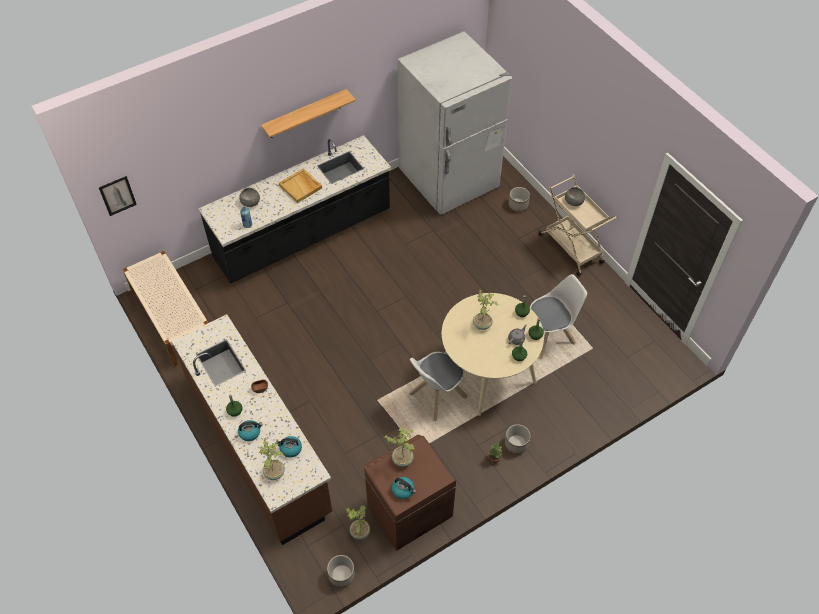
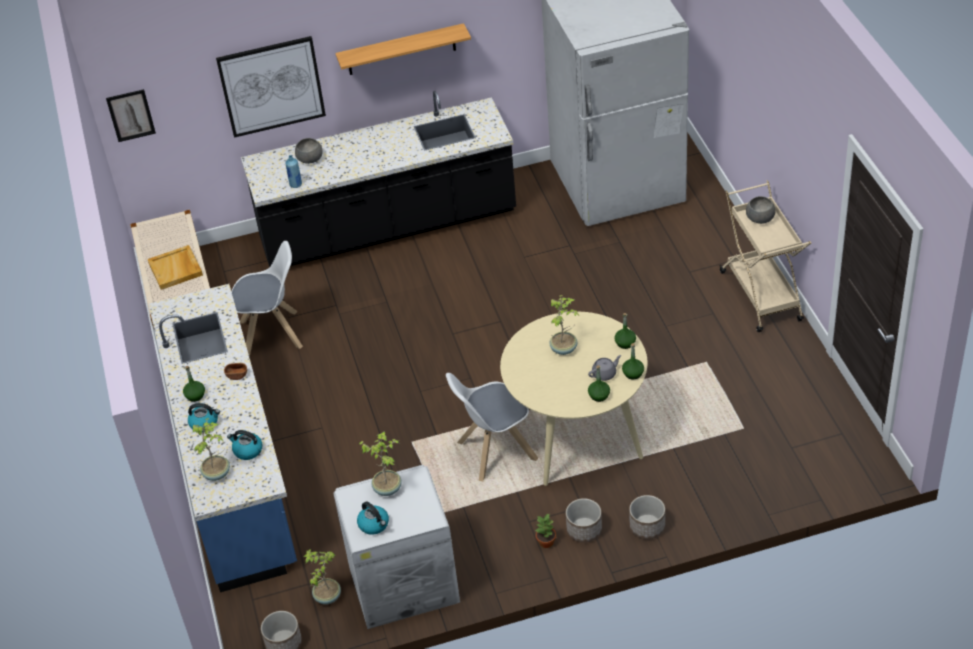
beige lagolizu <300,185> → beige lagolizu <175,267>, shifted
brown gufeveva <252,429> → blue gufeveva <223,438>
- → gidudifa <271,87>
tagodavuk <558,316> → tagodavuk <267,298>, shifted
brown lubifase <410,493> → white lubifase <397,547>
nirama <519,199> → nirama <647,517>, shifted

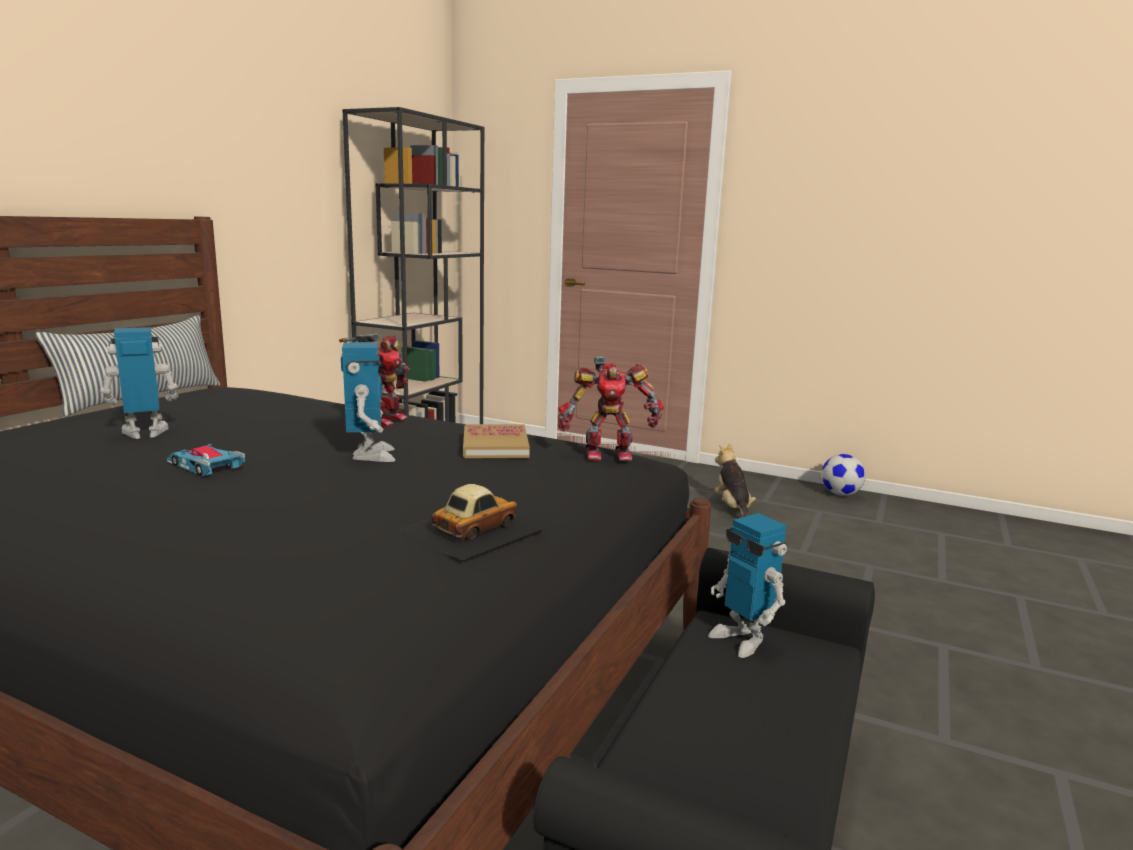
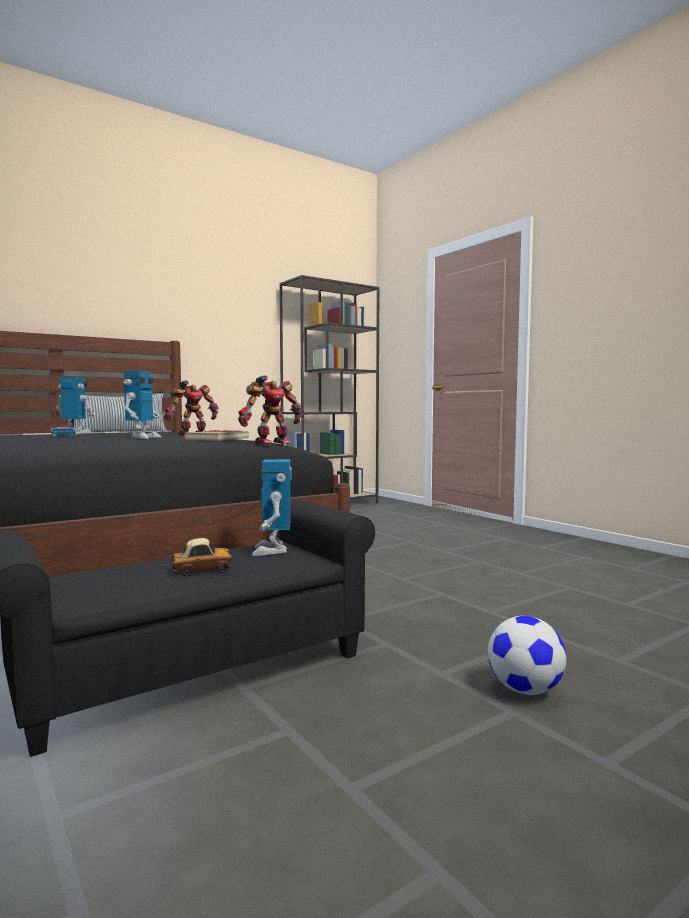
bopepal <474,522> → bopepal <204,561>, shifted
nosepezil <611,409> → nosepezil <270,409>, 60 degrees counterclockwise
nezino <843,475> → nezino <527,655>, shifted
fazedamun <735,480> → -

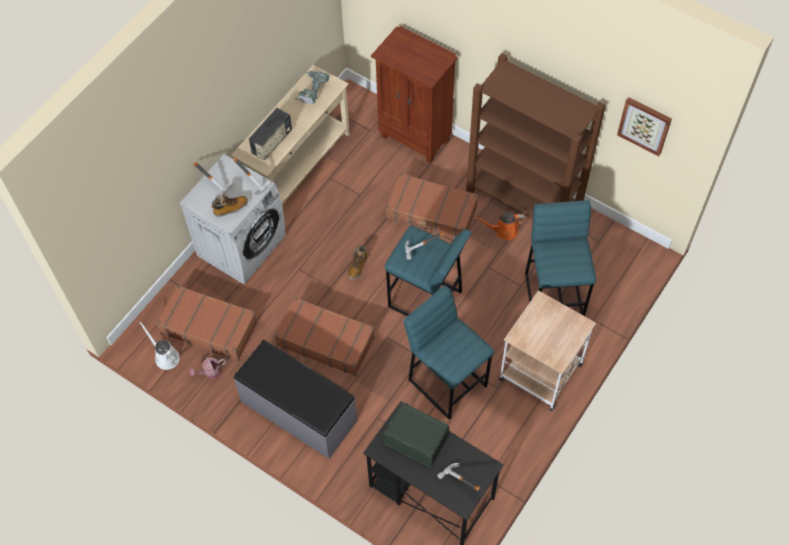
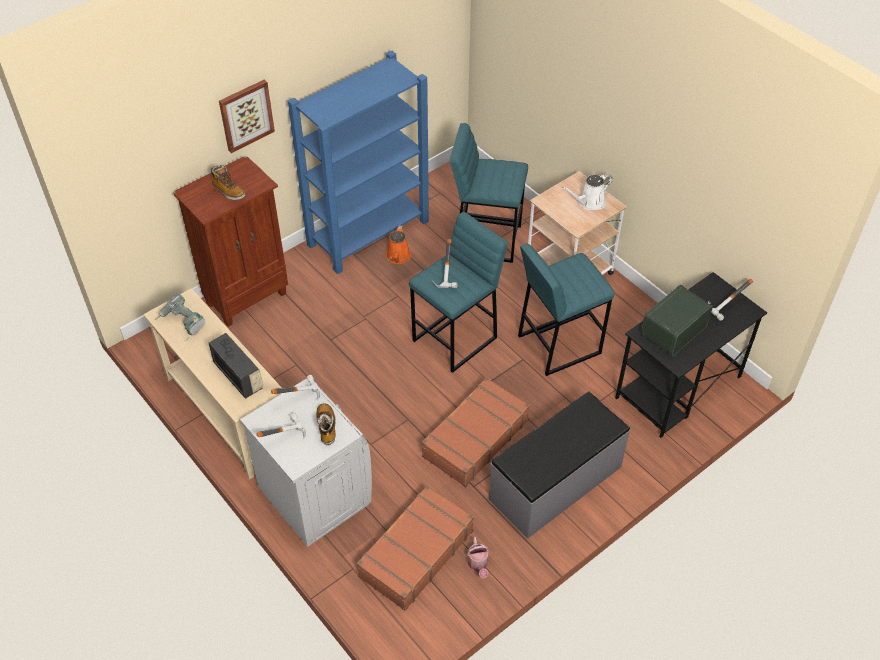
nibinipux <357,262> → nibinipux <228,182>, shifted
gidudifa <644,126> → gidudifa <247,116>, shifted
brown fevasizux <536,136> → blue fevasizux <358,162>
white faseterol <159,346> → white faseterol <587,192>, shifted
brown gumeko <431,206> → -

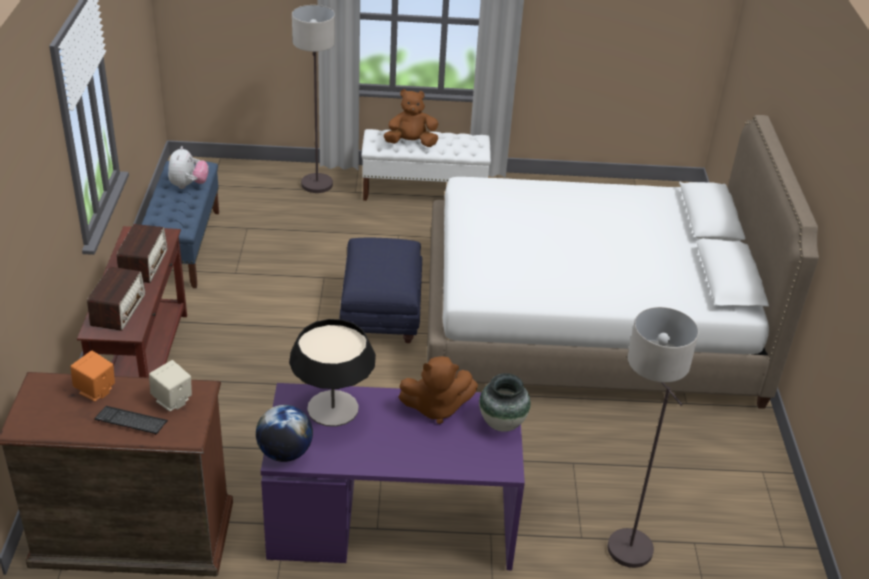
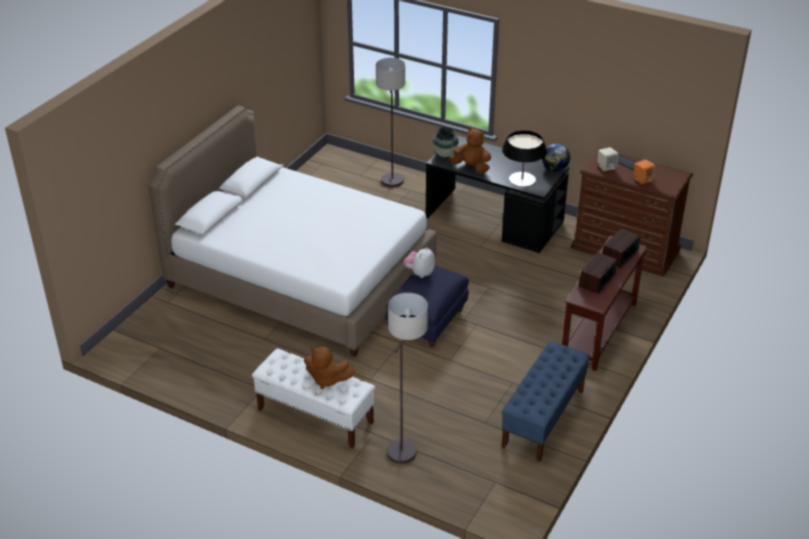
fazedamun <188,167> → fazedamun <419,262>, shifted
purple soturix <393,476> → black soturix <498,194>

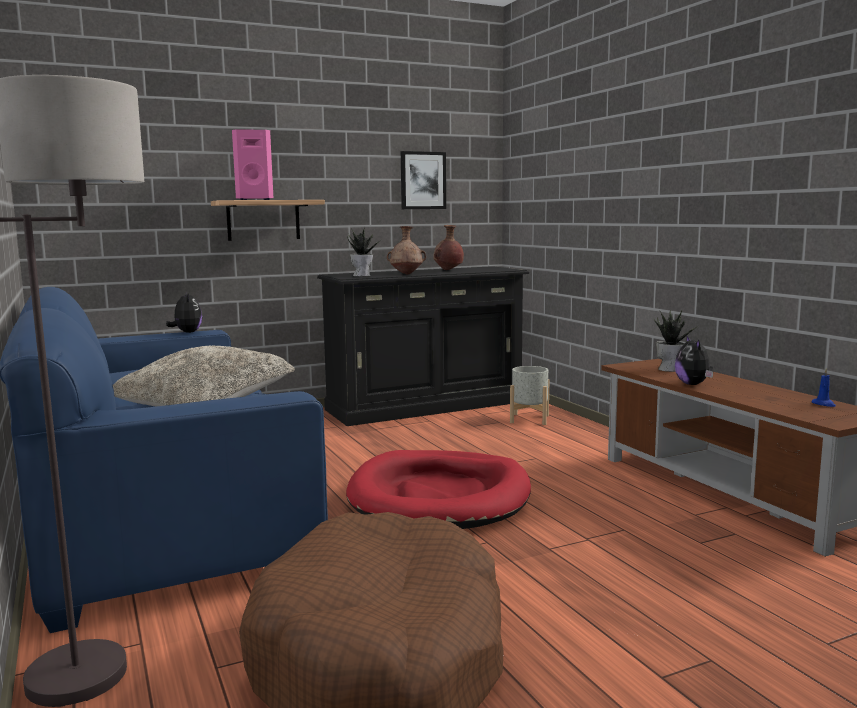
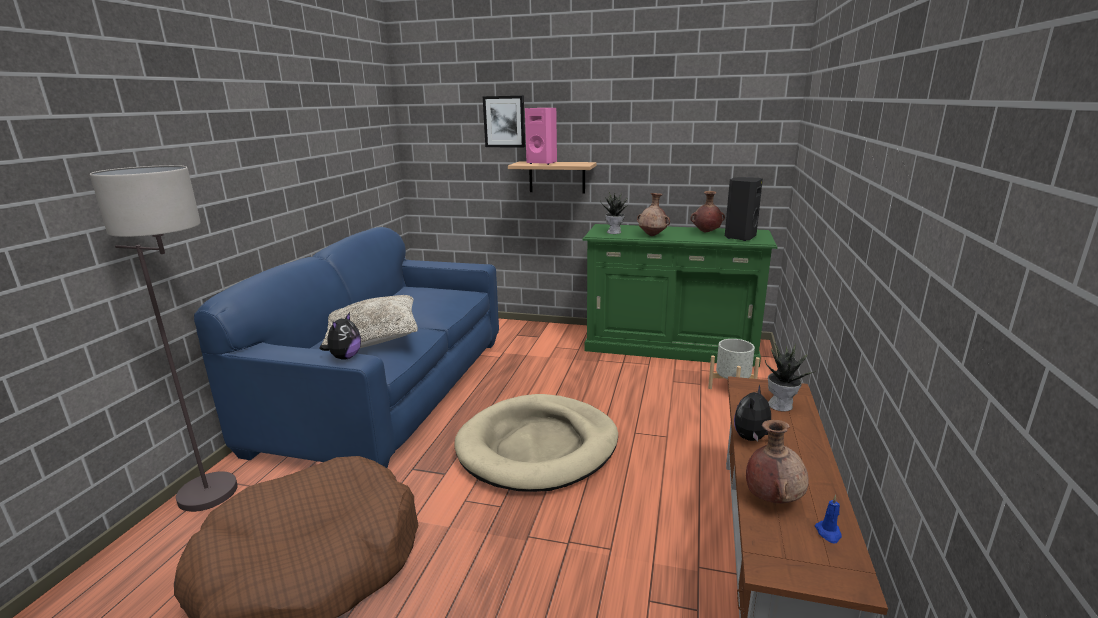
fazedamun <184,312> → fazedamun <340,336>, shifted
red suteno <438,489> → beige suteno <536,443>
gidudifa <423,180> → gidudifa <504,121>, shifted
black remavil <423,346> → green remavil <680,295>
- → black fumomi <744,209>
- → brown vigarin <777,462>

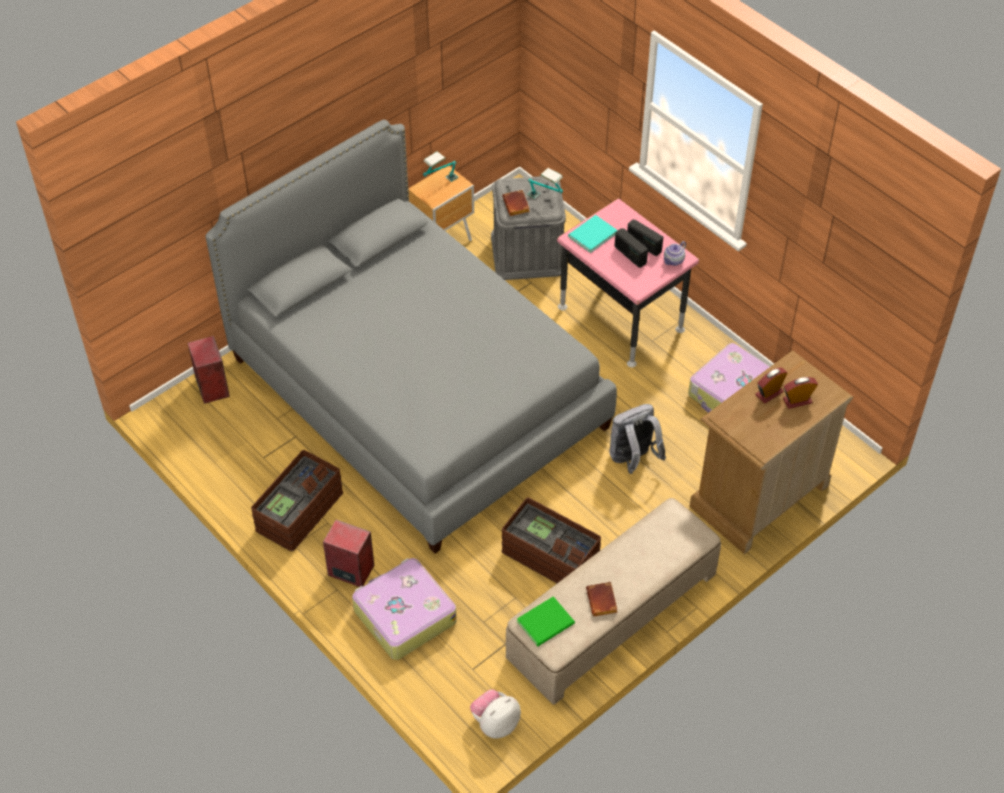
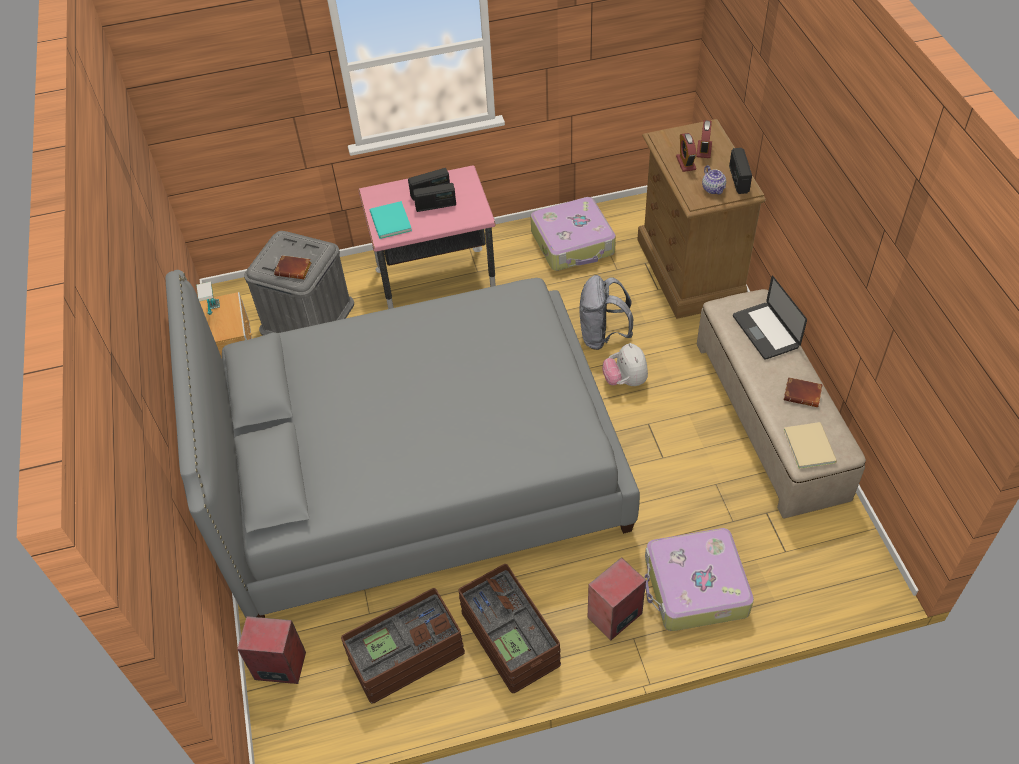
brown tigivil <551,540> → brown tigivil <403,646>, shifted
fazedamun <495,714> → fazedamun <625,364>, shifted
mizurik <675,253> → mizurik <714,179>, shifted
- → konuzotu <740,171>
- → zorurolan <770,318>
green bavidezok <546,621> → beige bavidezok <810,445>
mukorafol <545,183> → -

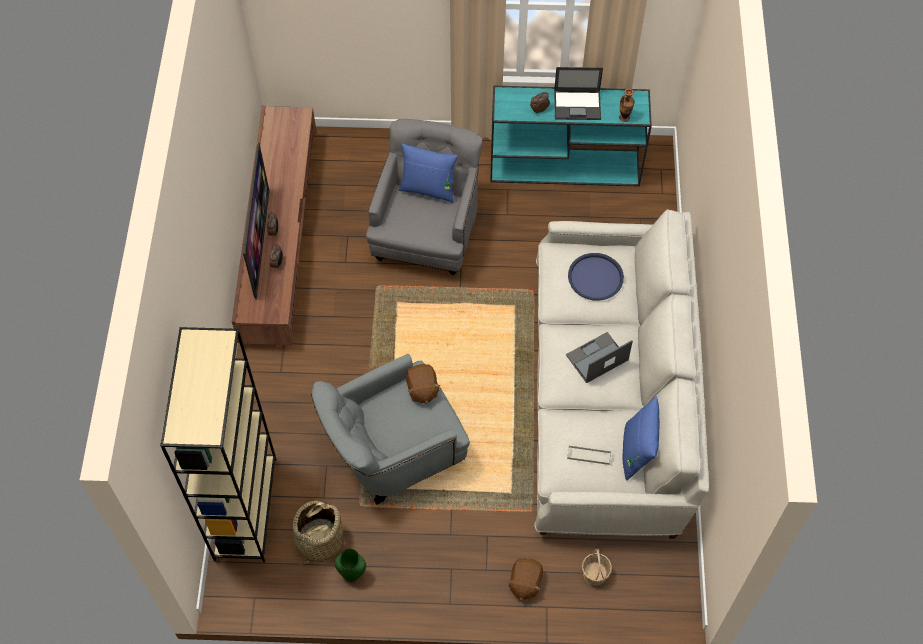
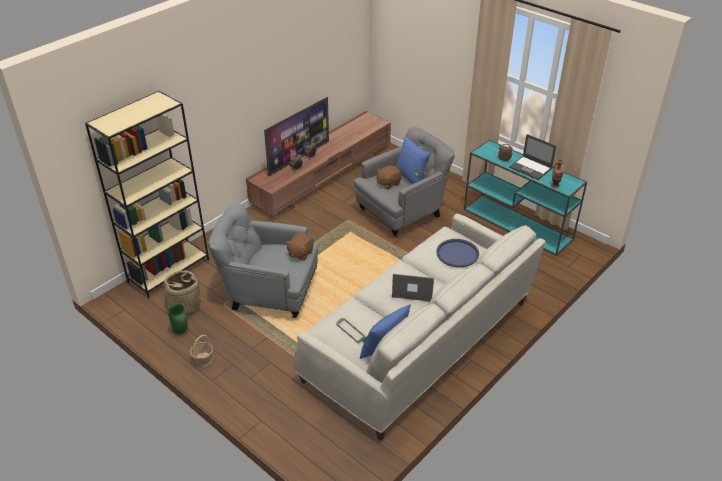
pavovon <597,567> → pavovon <201,351>, shifted
brown fazedamun <525,579> → brown fazedamun <389,177>, shifted

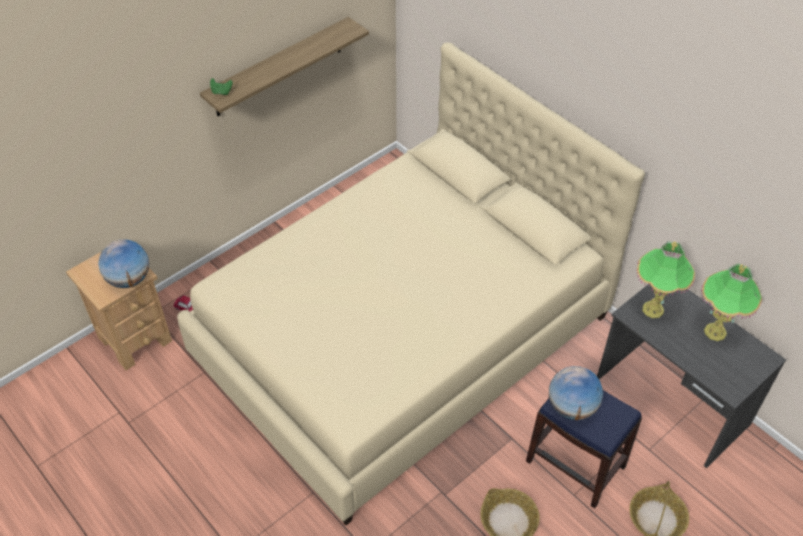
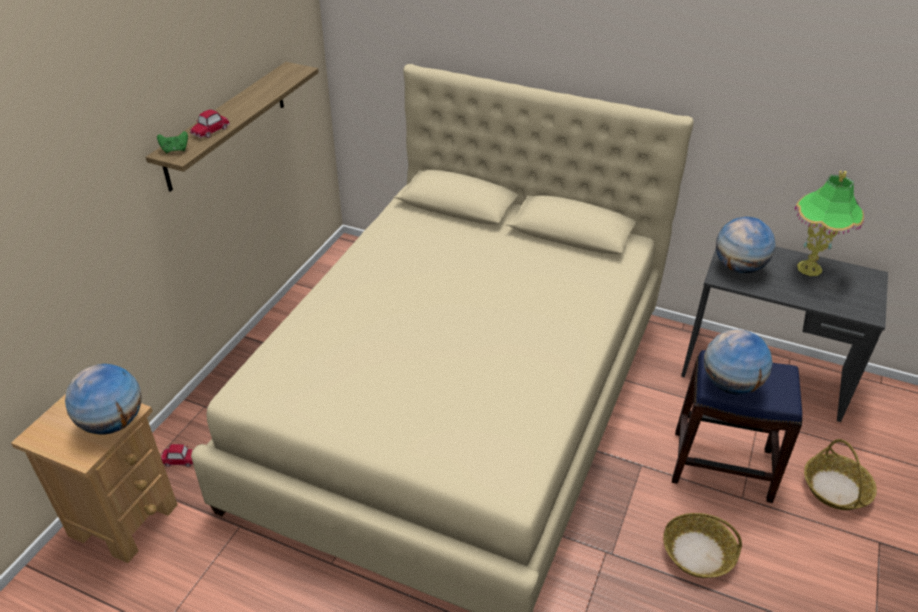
- → bopepal <210,124>
mukorafol <665,279> → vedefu <745,245>

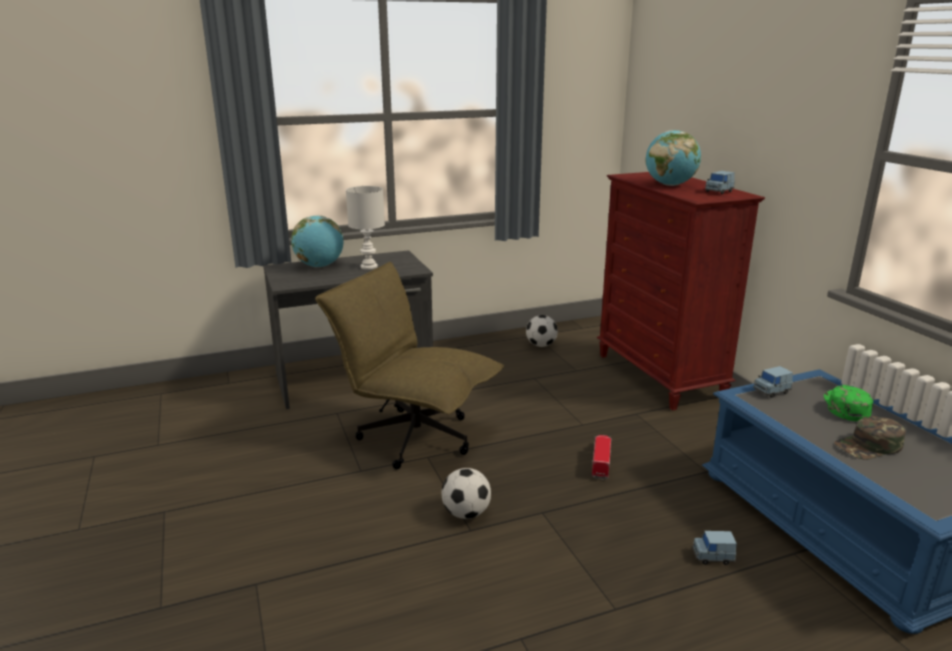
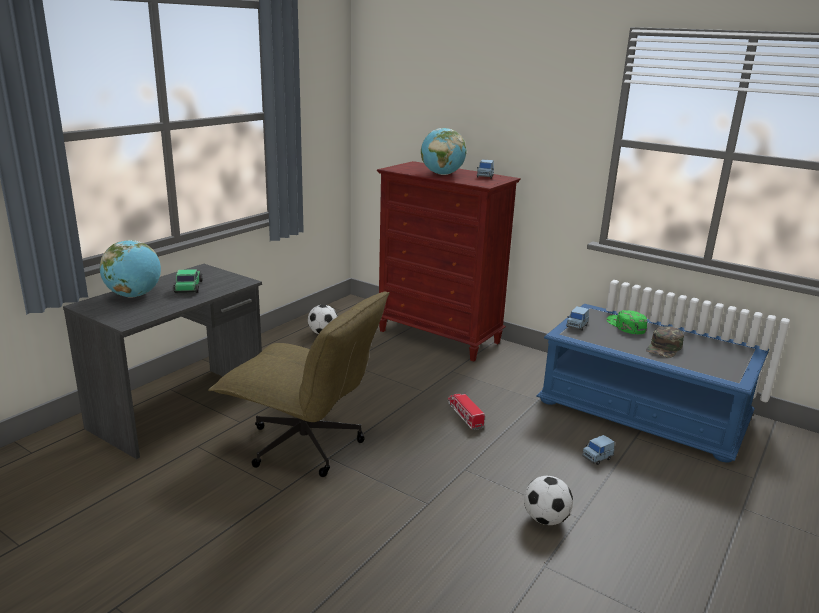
white mukorafol <365,228> → bopepal <187,281>
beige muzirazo <409,365> → beige muzirazo <299,384>, 150 degrees counterclockwise
nezino <466,493> → nezino <548,500>, shifted

